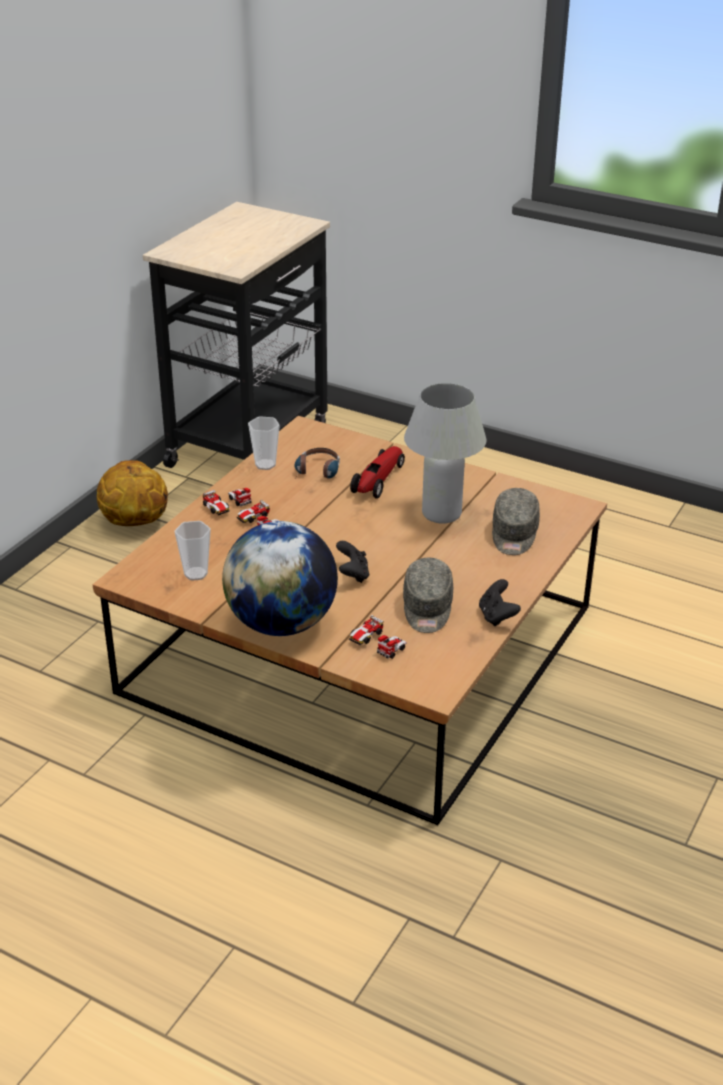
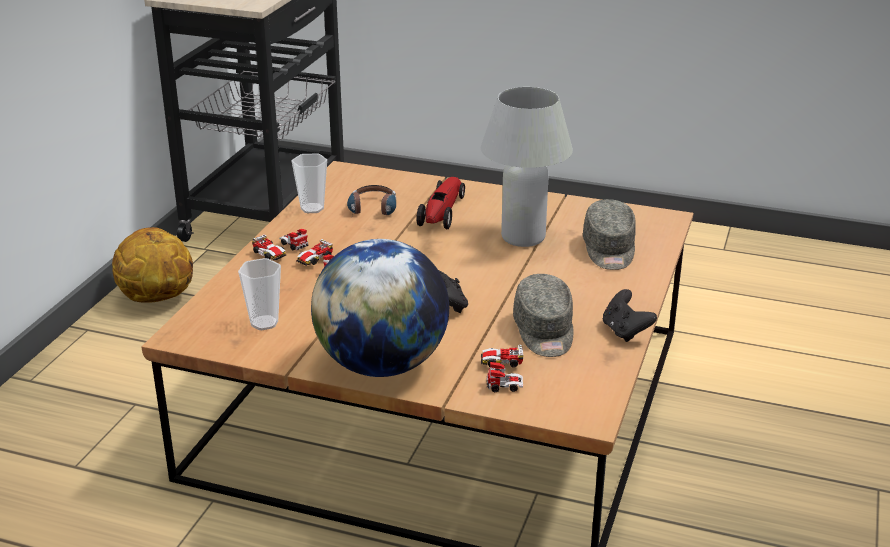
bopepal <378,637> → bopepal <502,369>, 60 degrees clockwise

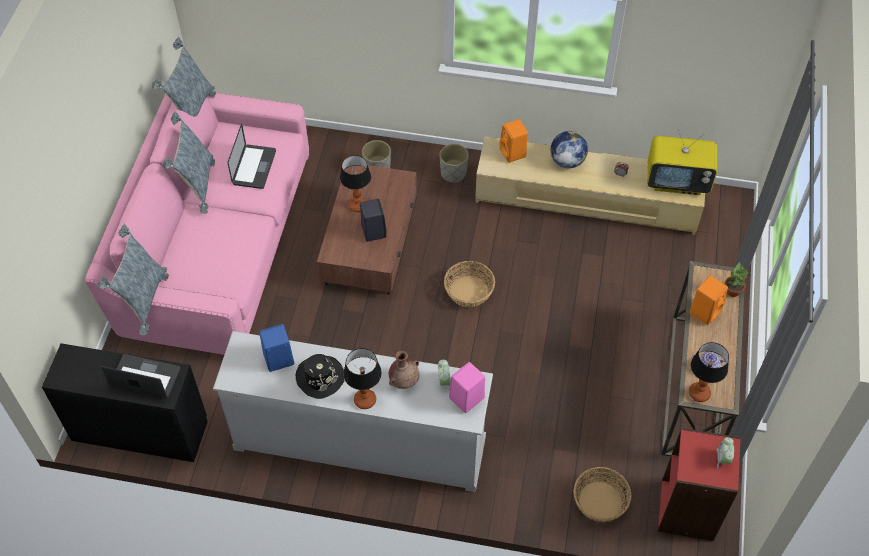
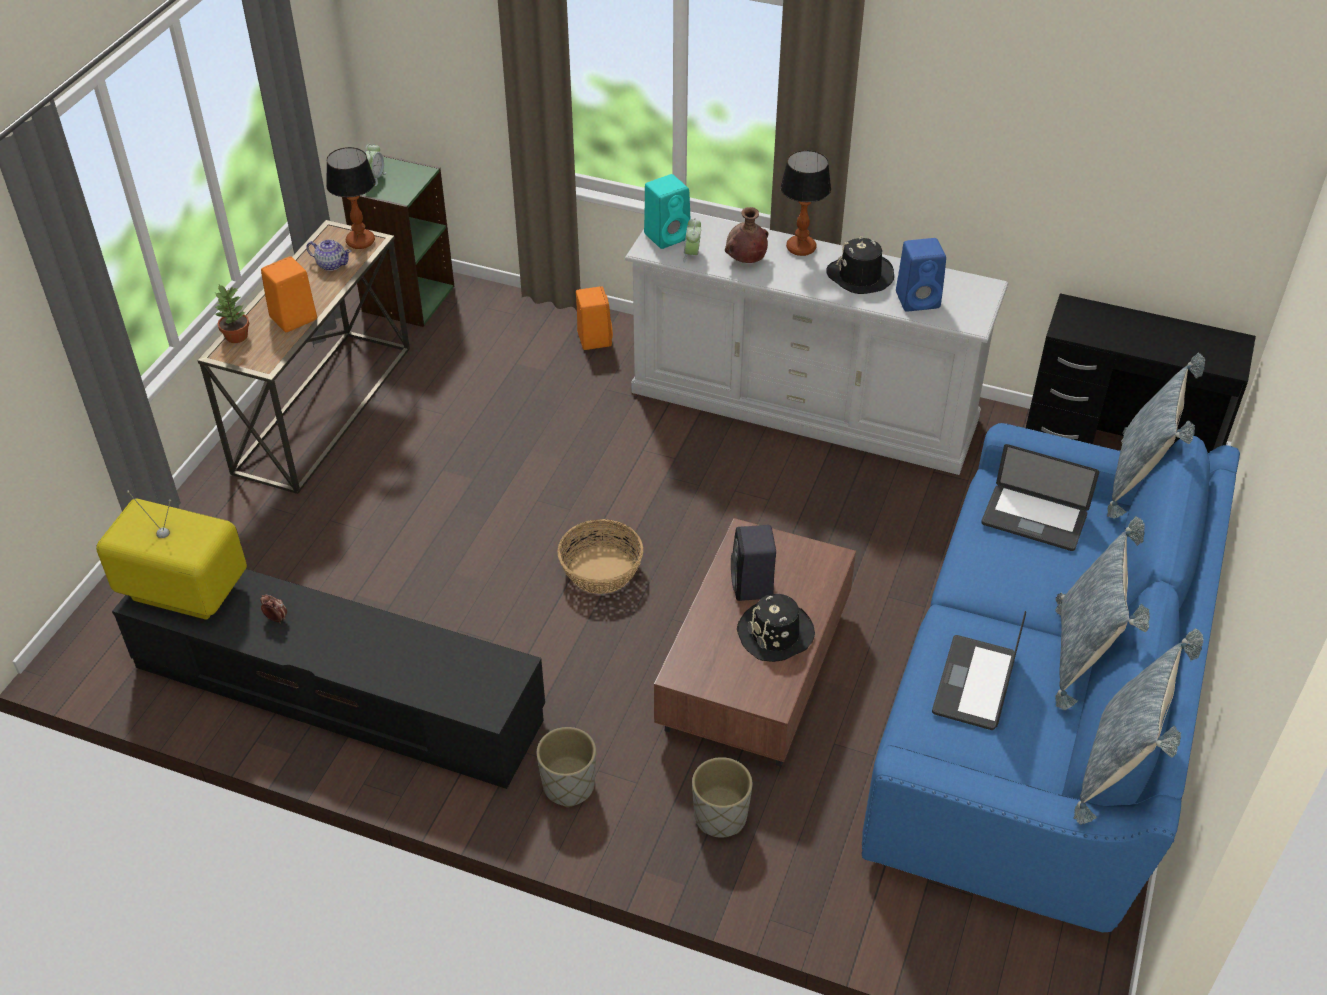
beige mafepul <590,185> → black mafepul <328,679>
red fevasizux <699,484> → green fevasizux <398,241>
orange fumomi <513,141> → orange fumomi <594,318>, shifted
pink fumomi <467,387> → turquoise fumomi <667,211>
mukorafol <355,183> → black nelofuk <776,628>
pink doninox <197,223> → blue doninox <1051,678>
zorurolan <141,376> → zorurolan <1040,497>, shifted
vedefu <569,149> → -
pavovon <603,494> → -

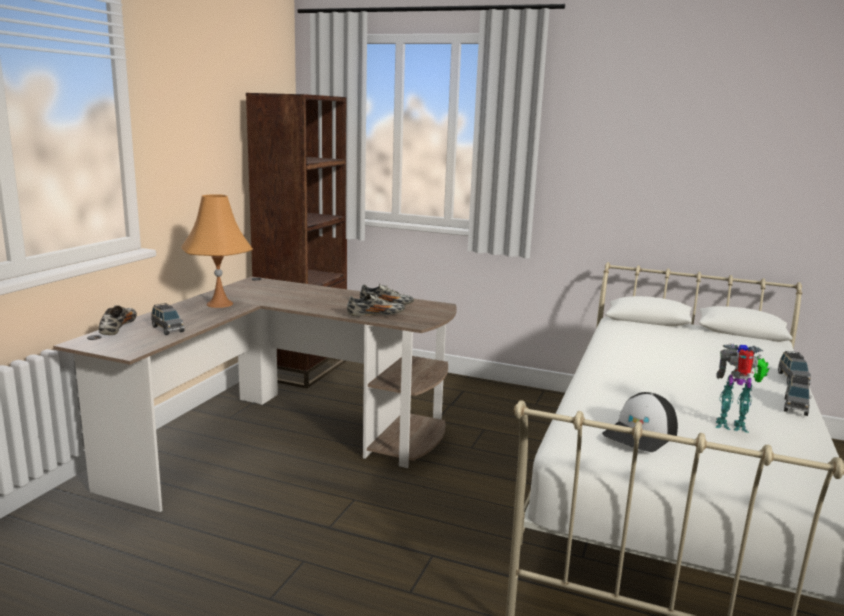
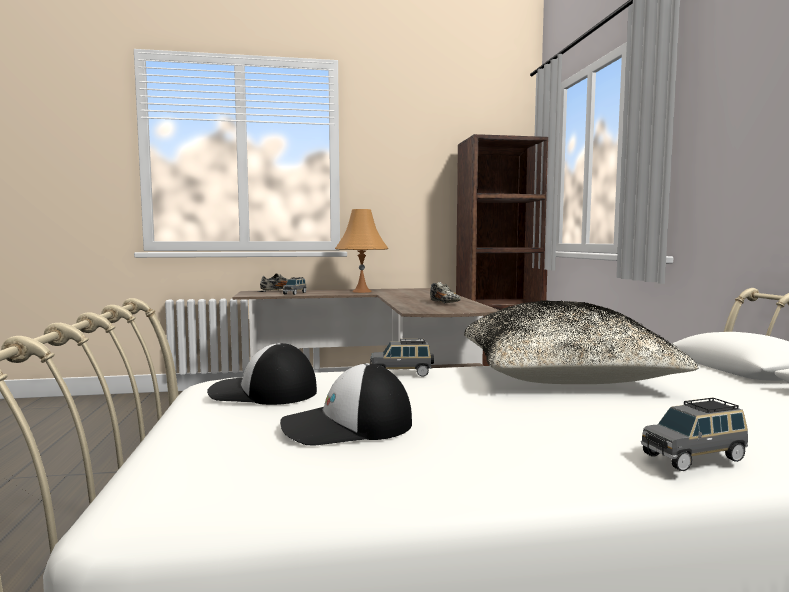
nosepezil <742,388> → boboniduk <346,404>
grey bopepal <798,395> → grey bopepal <402,358>, shifted
- → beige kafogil <581,342>
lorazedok <376,305> → -

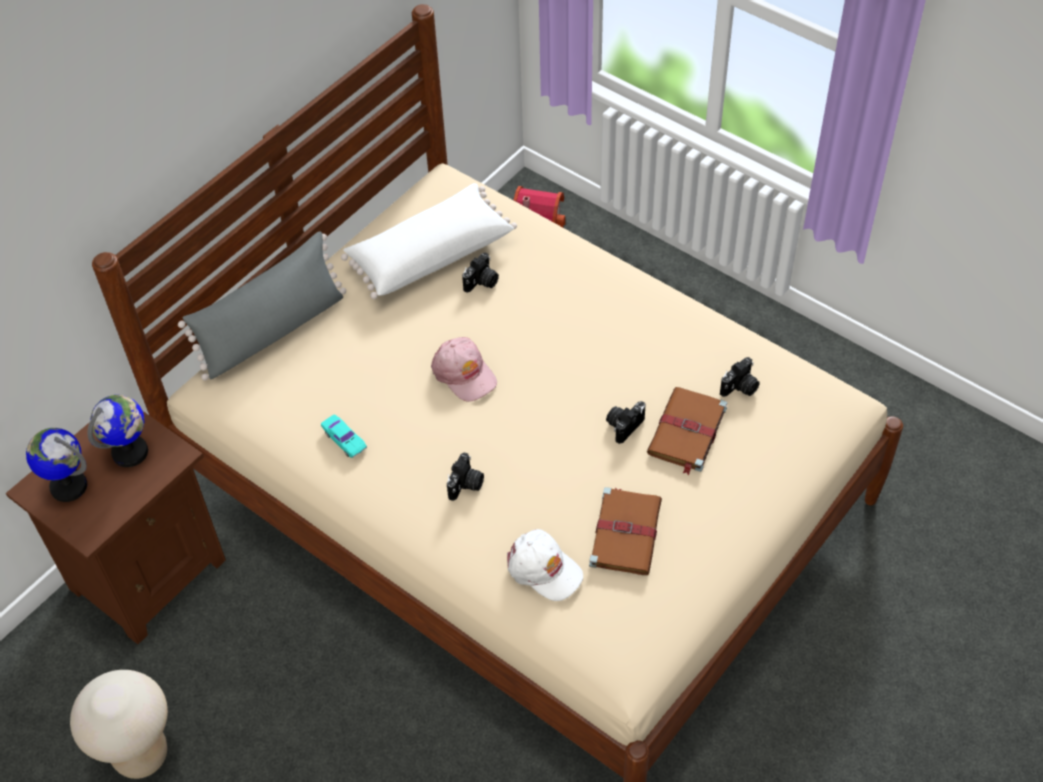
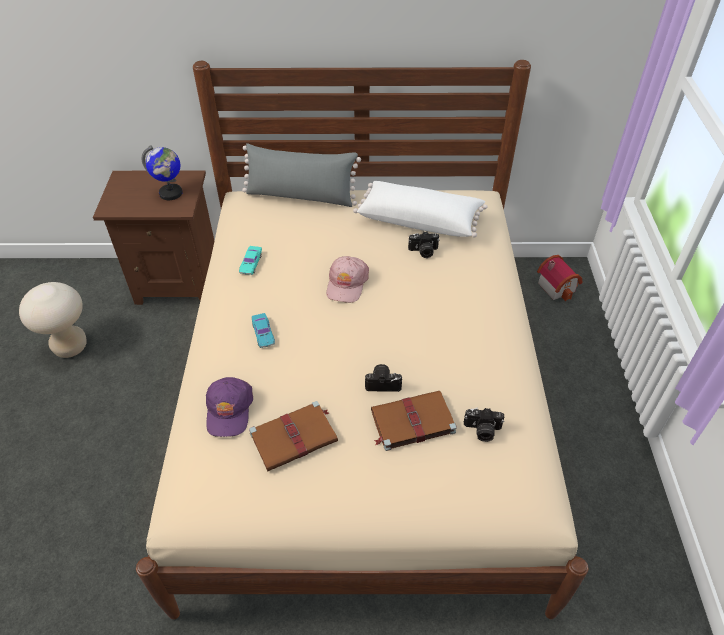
white boboniduk <545,565> → purple boboniduk <229,407>
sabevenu <465,476> → turquoise bopepal <263,330>
vedefu <56,465> → -

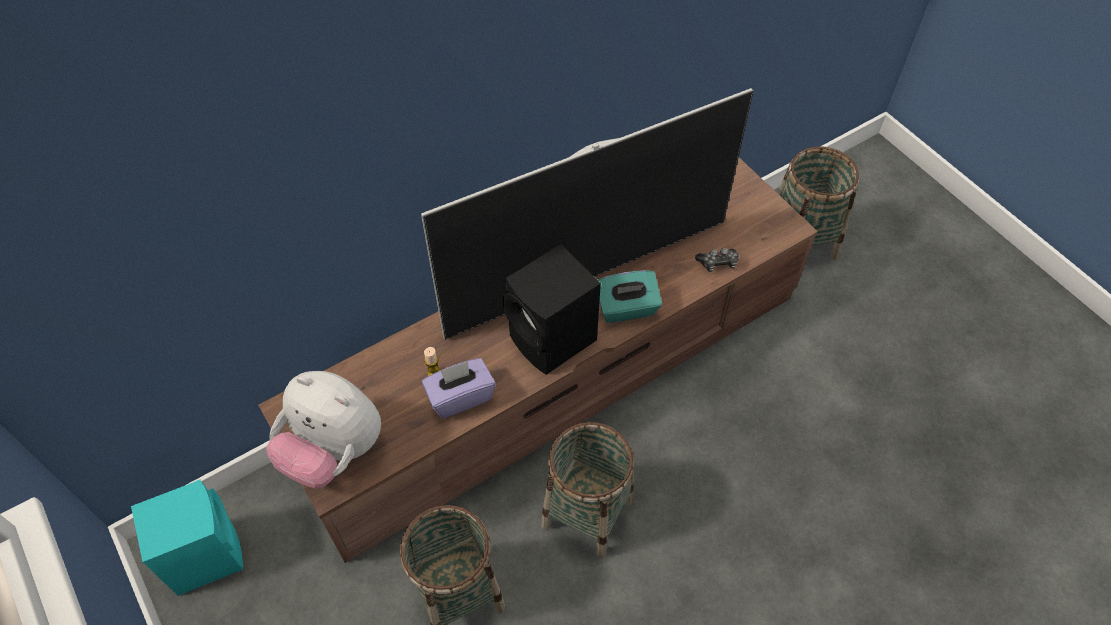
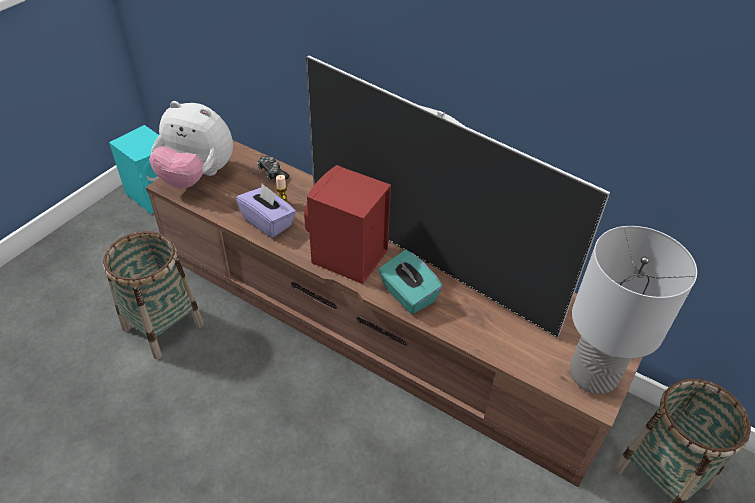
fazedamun <323,429> → fazedamun <191,145>, 75 degrees counterclockwise
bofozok <717,259> → bofozok <273,168>, shifted
black fumomi <552,309> → red fumomi <347,224>
- → grey mukorafol <633,310>
pavovon <587,490> → -

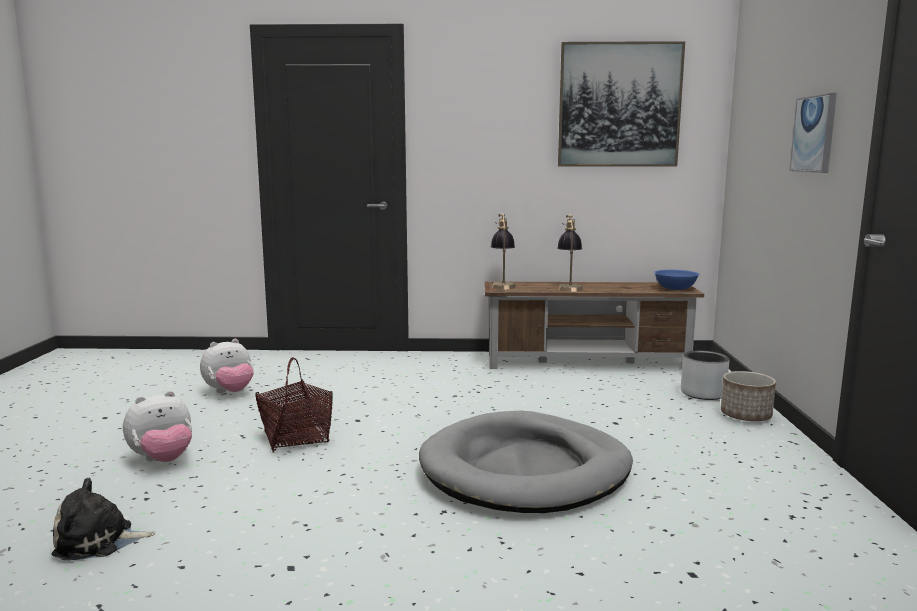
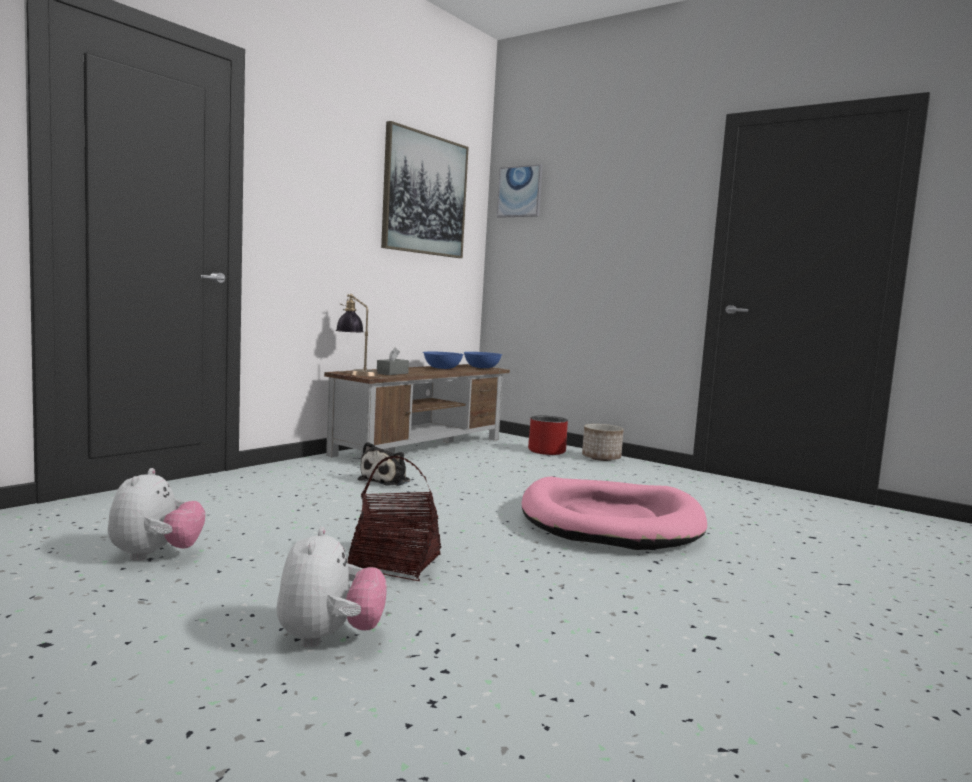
fazedamun <103,519> → fazedamun <384,464>, shifted
- → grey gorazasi <393,361>
- → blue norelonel <443,360>
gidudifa <813,133> → gidudifa <520,191>, shifted
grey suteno <526,462> → pink suteno <614,513>
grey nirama <705,375> → red nirama <548,435>
mukorafol <570,253> → -

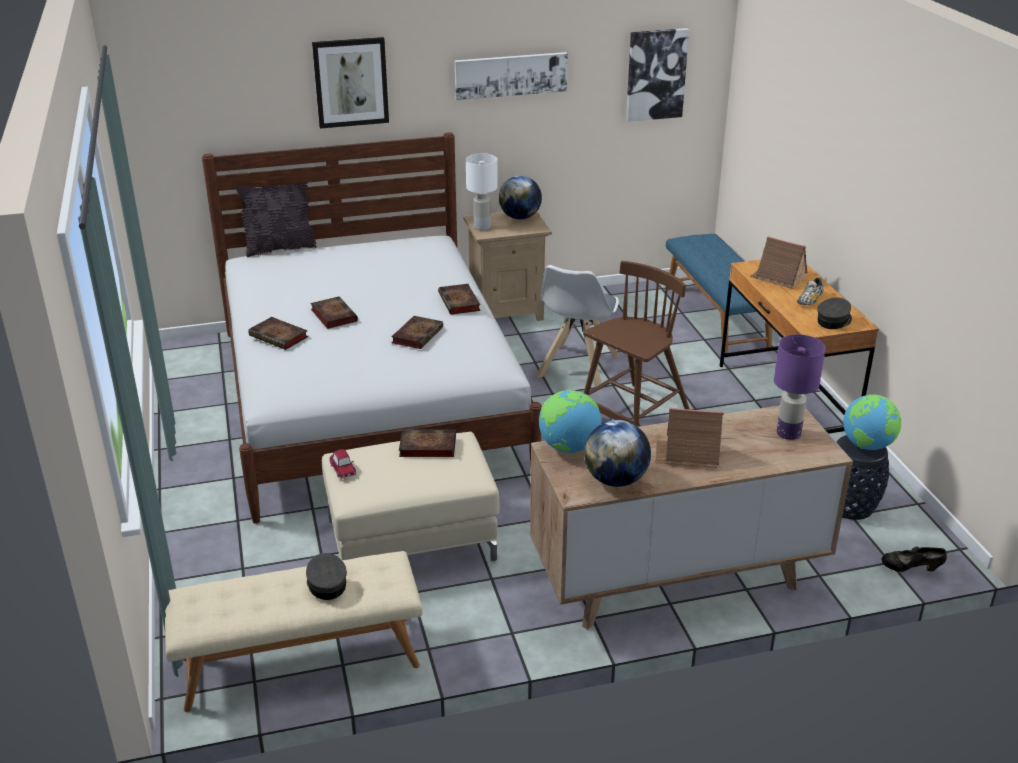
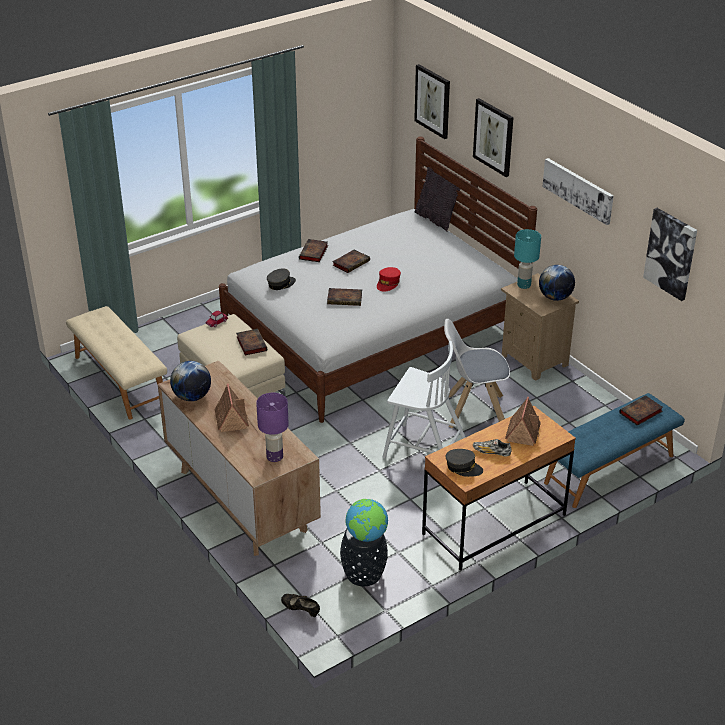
grey boboniduk <326,576> → grey boboniduk <281,279>, shifted
black lorazedok <914,559> → black lorazedok <300,605>, 45 degrees counterclockwise
- → red boboniduk <389,279>
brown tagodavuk <636,344> → white tagodavuk <424,400>
- → gidudifa <432,101>
white mukorafol <482,191> → turquoise mukorafol <527,259>
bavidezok <459,299> → bavidezok <641,410>, shifted
vedefu <570,421> → -

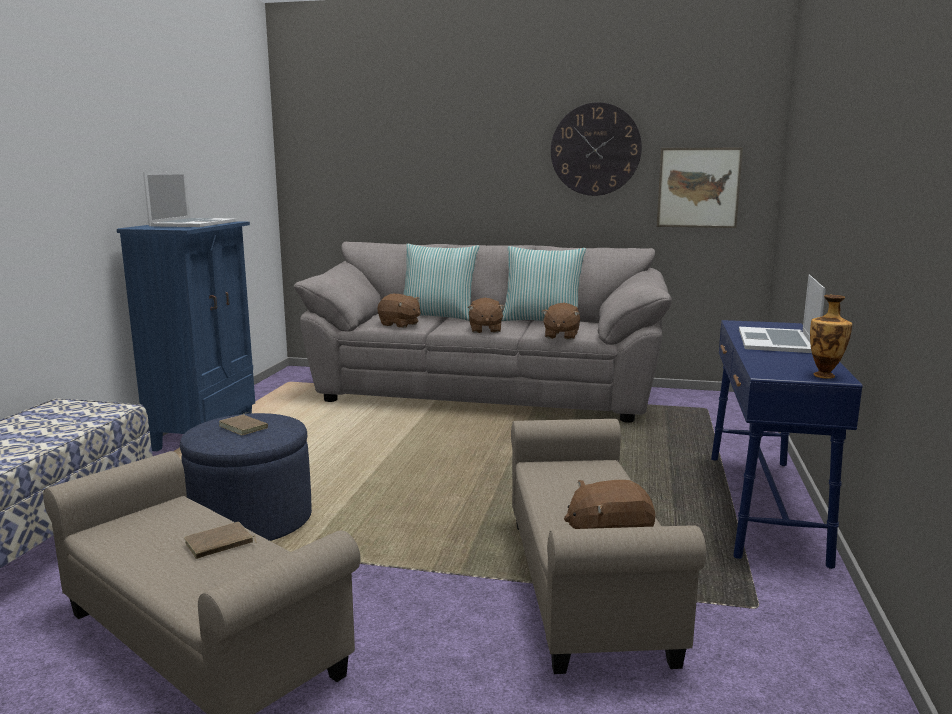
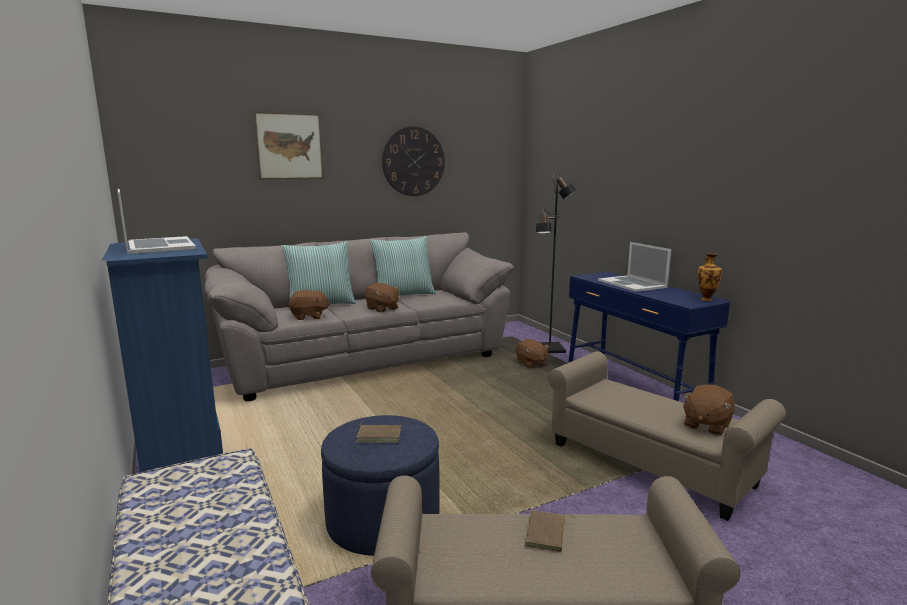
gidudifa <700,188> → gidudifa <288,145>, shifted
brown fazedamun <560,321> → brown fazedamun <532,353>, shifted
- → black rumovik <556,264>

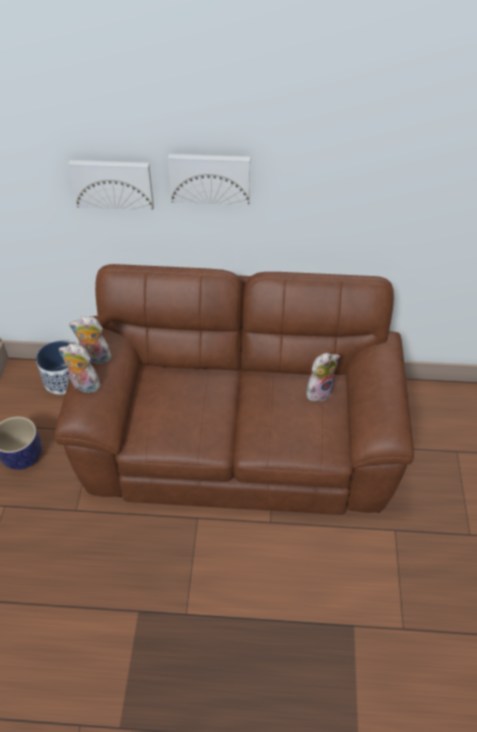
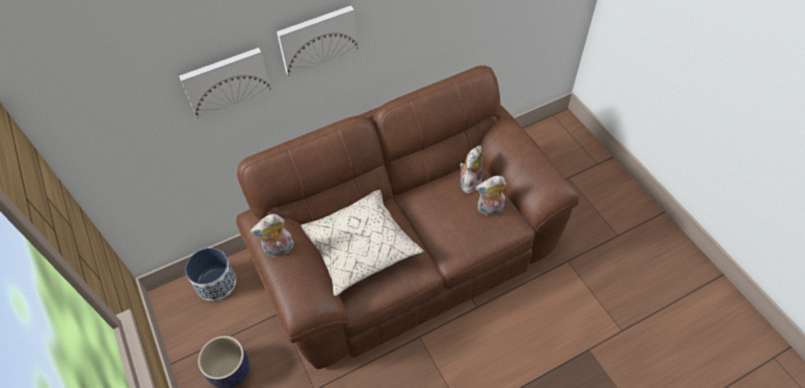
- → beige kafogil <362,243>
fazedamun <80,369> → fazedamun <491,195>, shifted

